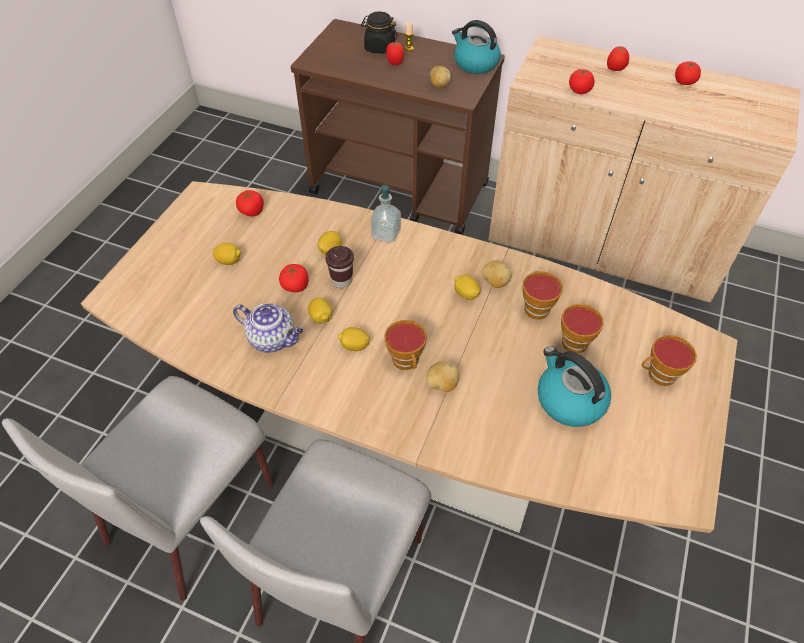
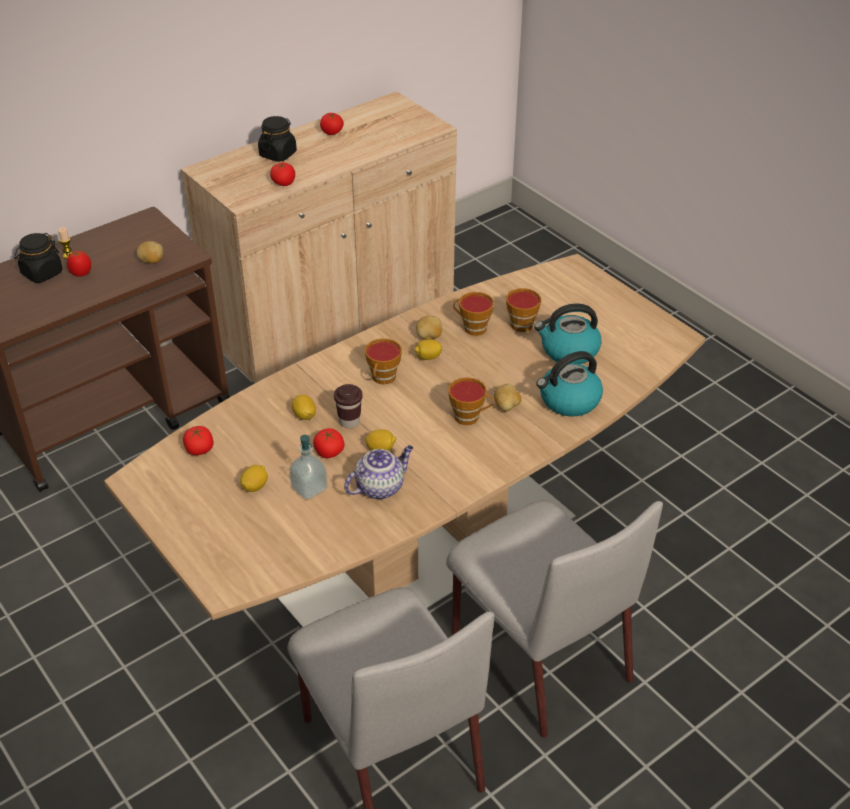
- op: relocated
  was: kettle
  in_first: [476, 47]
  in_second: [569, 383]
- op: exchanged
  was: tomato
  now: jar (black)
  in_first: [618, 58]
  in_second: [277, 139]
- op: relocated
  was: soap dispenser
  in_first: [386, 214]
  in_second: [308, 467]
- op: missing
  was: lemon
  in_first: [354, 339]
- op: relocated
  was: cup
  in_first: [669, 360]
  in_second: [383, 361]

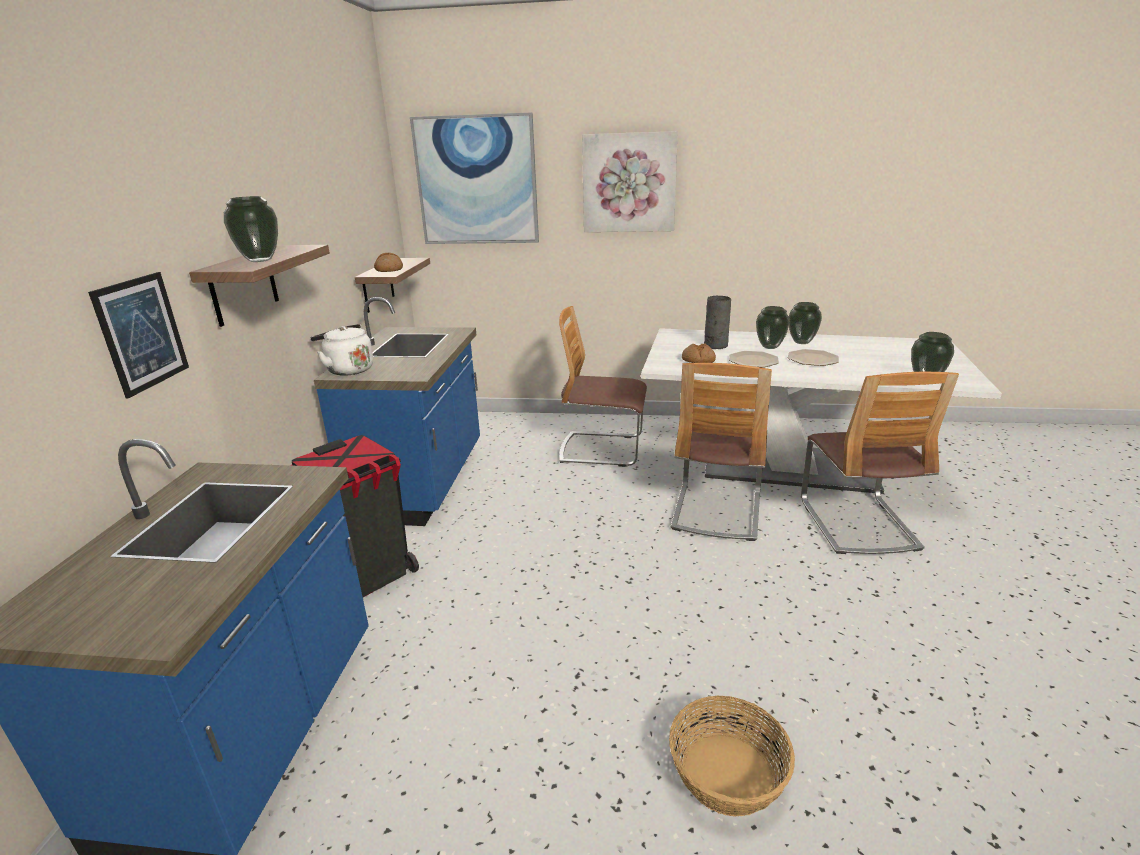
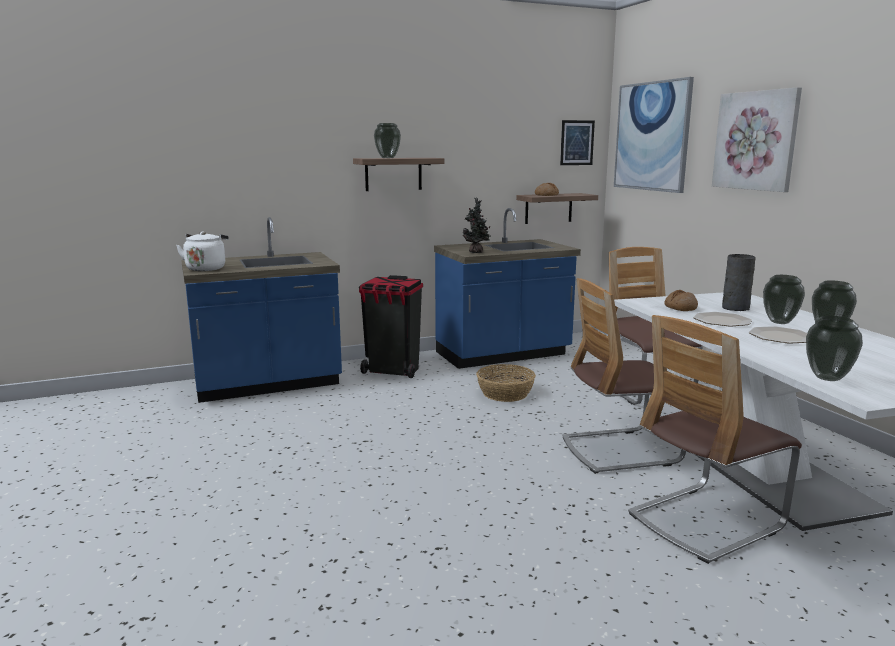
- op: relocated
  was: picture
  in_first: [138, 335]
  in_second: [577, 142]
- op: relocated
  was: kettle (white)
  in_first: [341, 350]
  in_second: [202, 251]
- op: relocated
  was: basket
  in_first: [732, 756]
  in_second: [506, 383]
- op: appeared
  now: potted plant
  in_second: [476, 225]

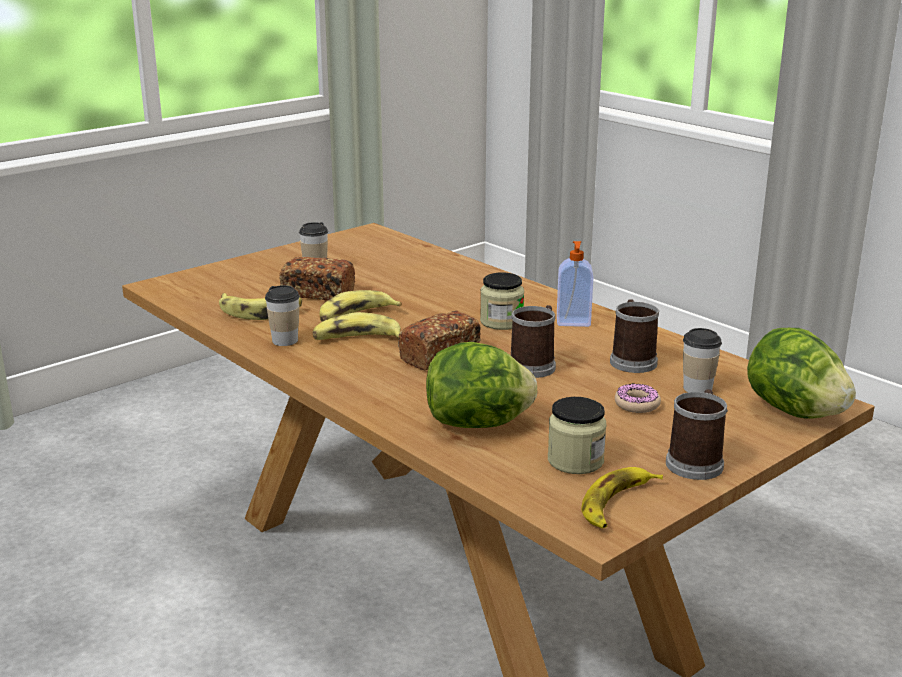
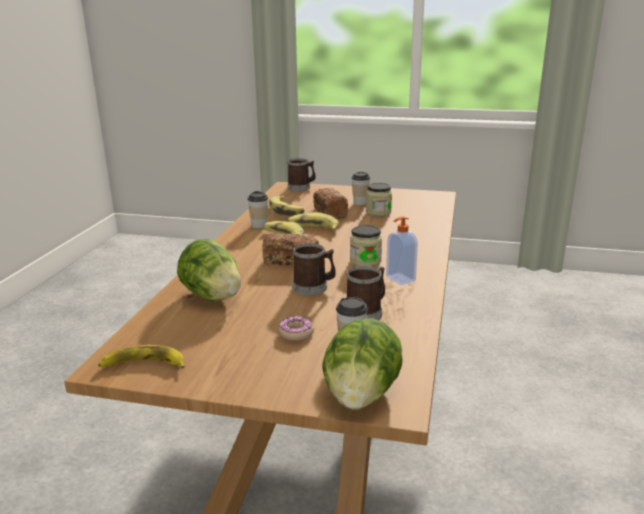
- op: relocated
  was: mug
  in_first: [697, 434]
  in_second: [301, 174]
- op: relocated
  was: jar
  in_first: [577, 435]
  in_second: [379, 199]

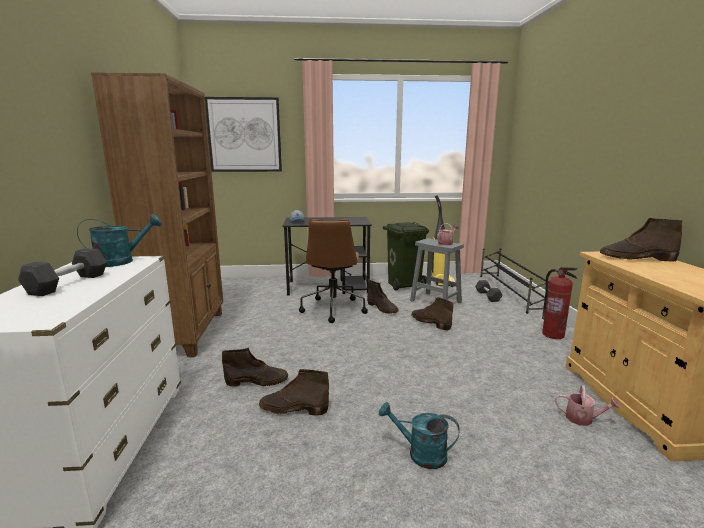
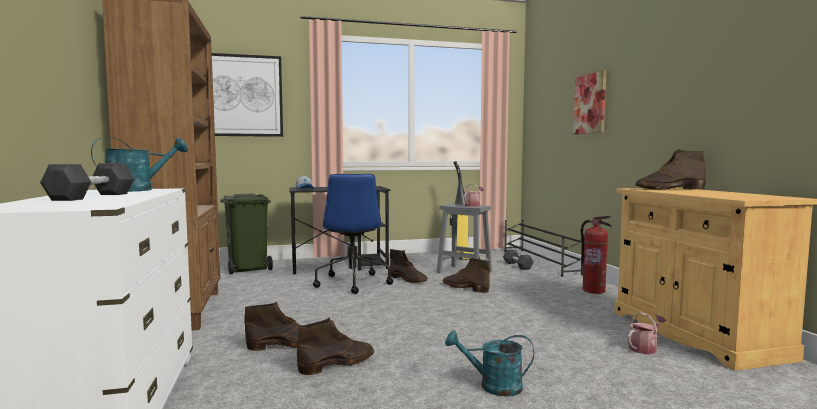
- op: colour
  was: office chair (brown)
  now: office chair (blue)
  in_first: [333, 271]
  in_second: [353, 234]
- op: relocated
  was: trash can (green)
  in_first: [406, 256]
  in_second: [246, 233]
- op: spun
  was: boot (brown)
  in_first: [294, 392]
  in_second: [335, 346]
  clockwise: 150
- op: spun
  was: watering can
  in_first: [587, 405]
  in_second: [647, 333]
  clockwise: -45
- op: appeared
  now: picture
  in_second: [589, 102]

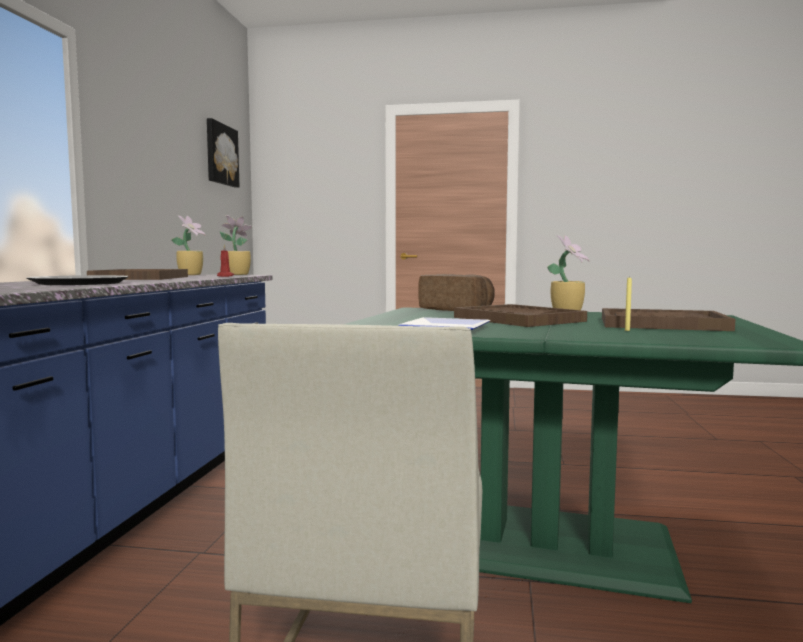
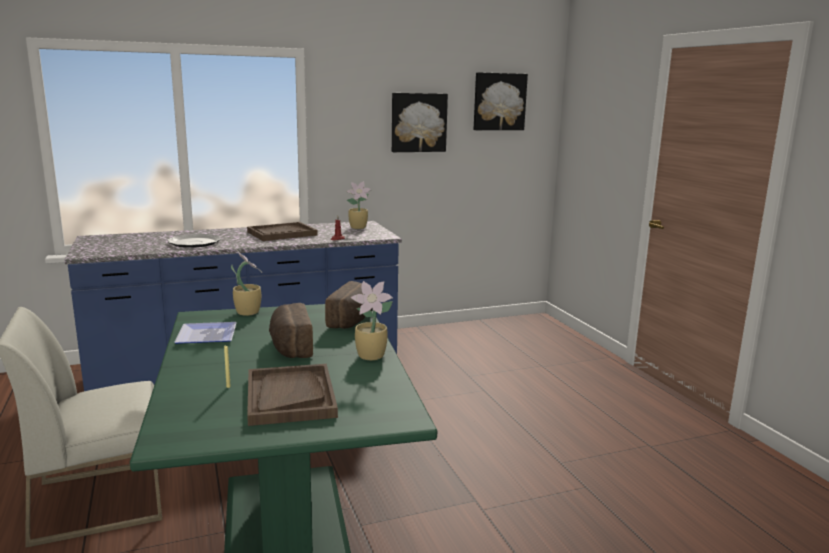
- op: relocated
  was: potted plant
  in_first: [236, 245]
  in_second: [246, 282]
- op: exchanged
  was: tray (brown)
  now: bread
  in_first: [520, 315]
  in_second: [291, 330]
- op: appeared
  now: picture
  in_second: [420, 122]

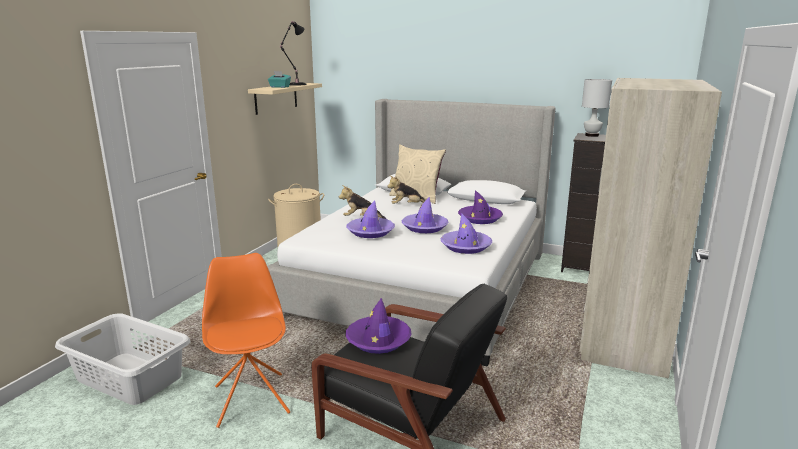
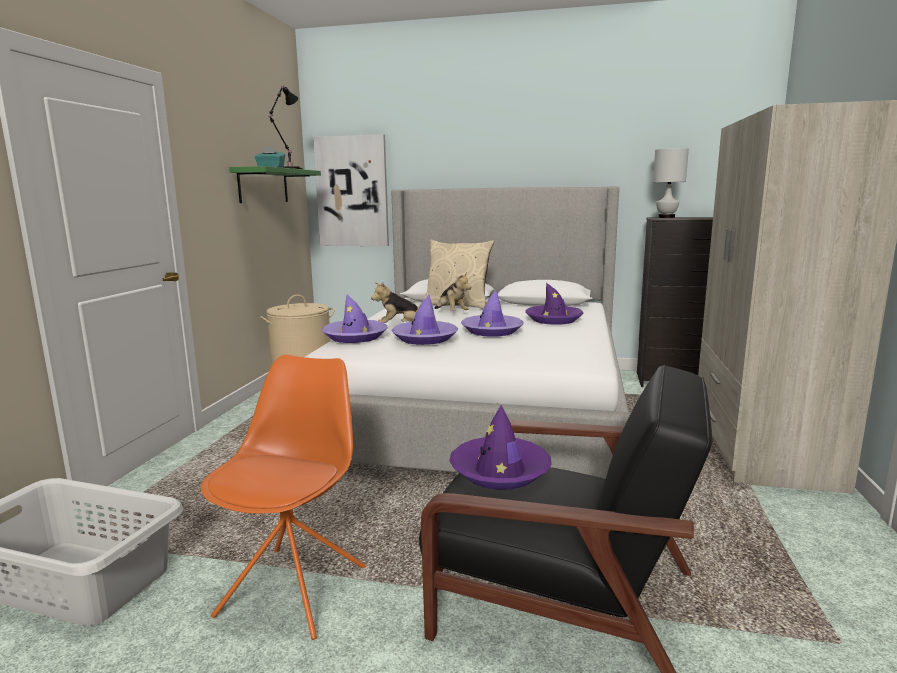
- op: colour
  was: shelf (beige)
  now: shelf (green)
  in_first: [285, 99]
  in_second: [275, 184]
- op: spun
  was: plush toy
  in_first: [406, 189]
  in_second: [452, 291]
  clockwise: -105
- op: relocated
  was: hat (purple)
  in_first: [466, 234]
  in_second: [355, 319]
- op: spun
  was: chair (orange)
  in_first: [246, 340]
  in_second: [283, 497]
  clockwise: 45
- op: appeared
  now: picture
  in_second: [351, 190]

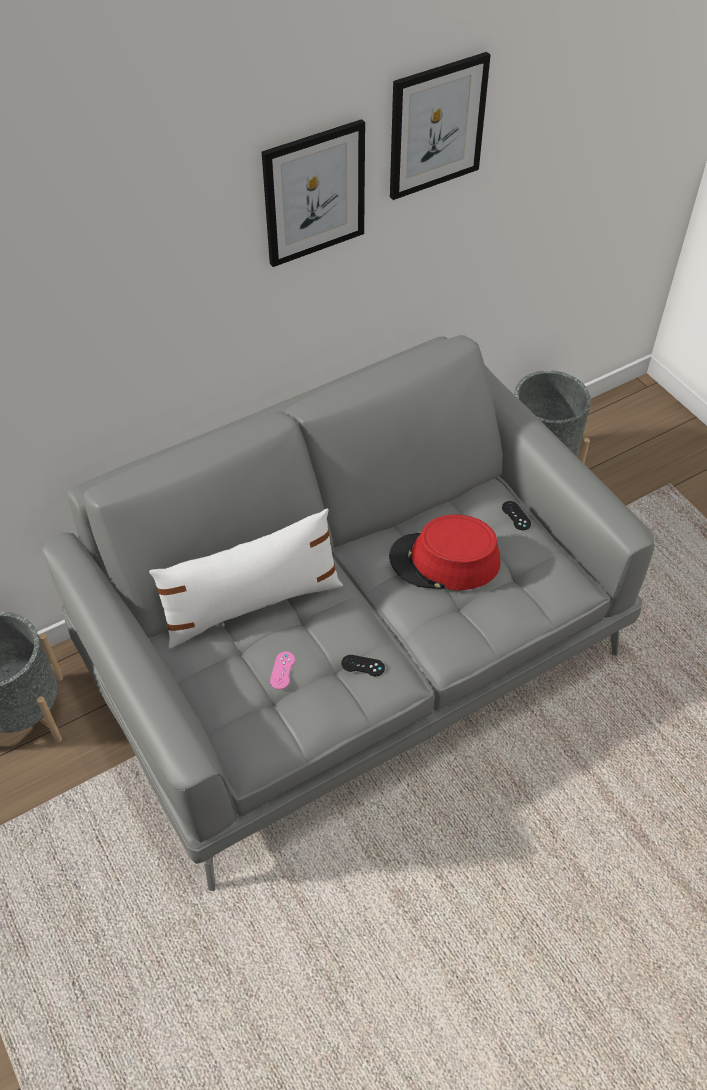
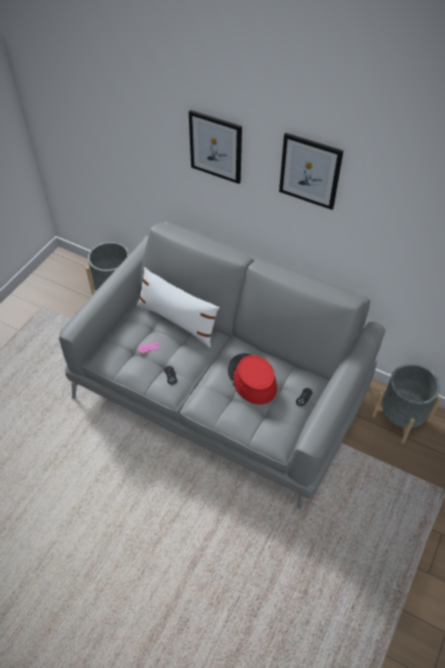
- op: relocated
  was: picture
  in_first: [440, 126]
  in_second: [215, 147]

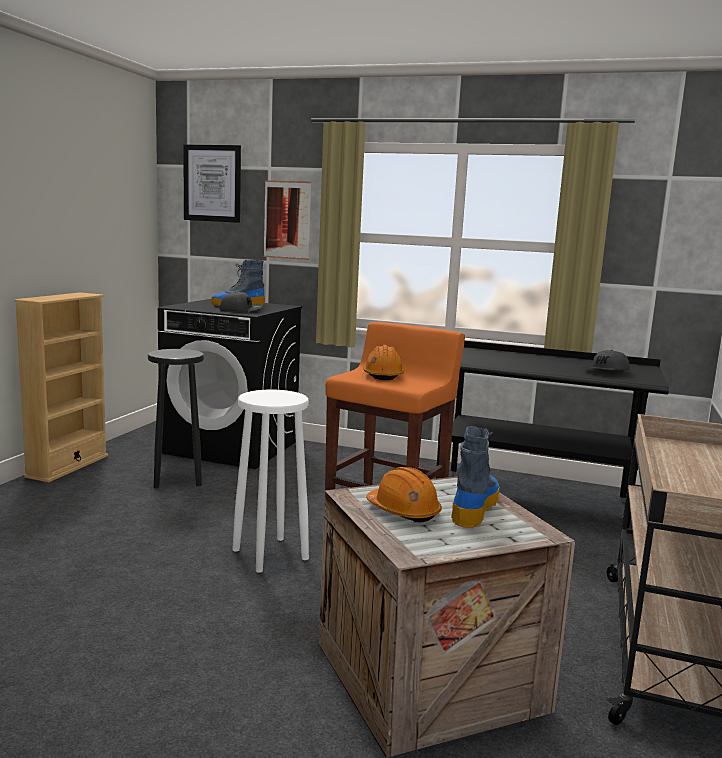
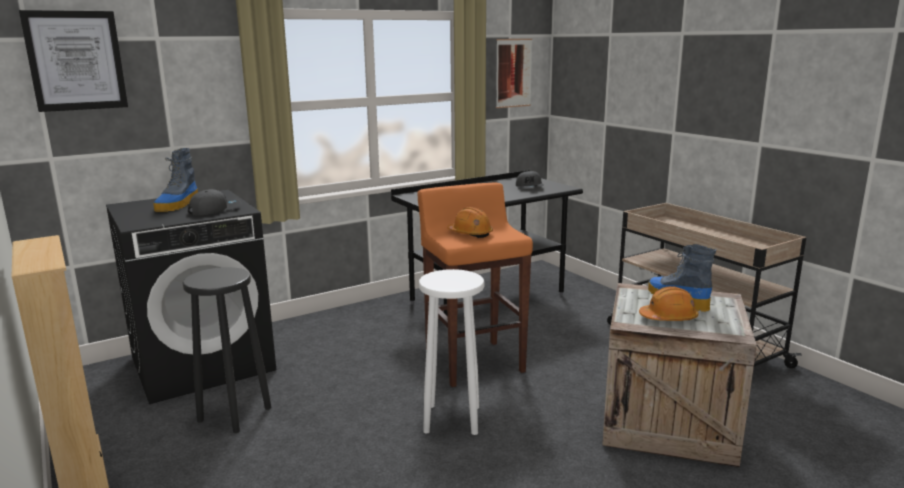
- op: relocated
  was: picture
  in_first: [287, 220]
  in_second: [514, 73]

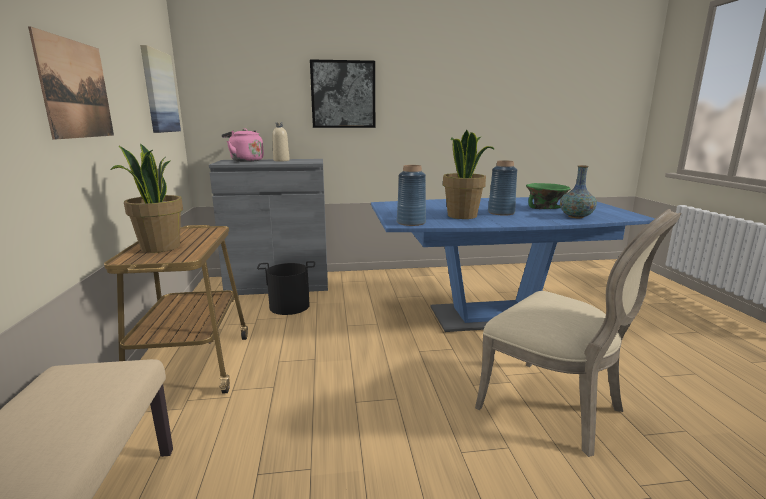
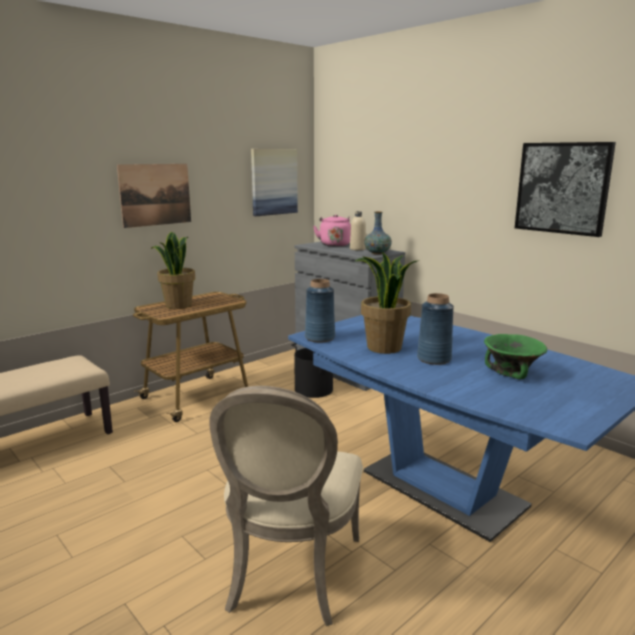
- op: relocated
  was: picture
  in_first: [342, 93]
  in_second: [565, 189]
- op: relocated
  was: vase
  in_first: [578, 191]
  in_second: [378, 233]

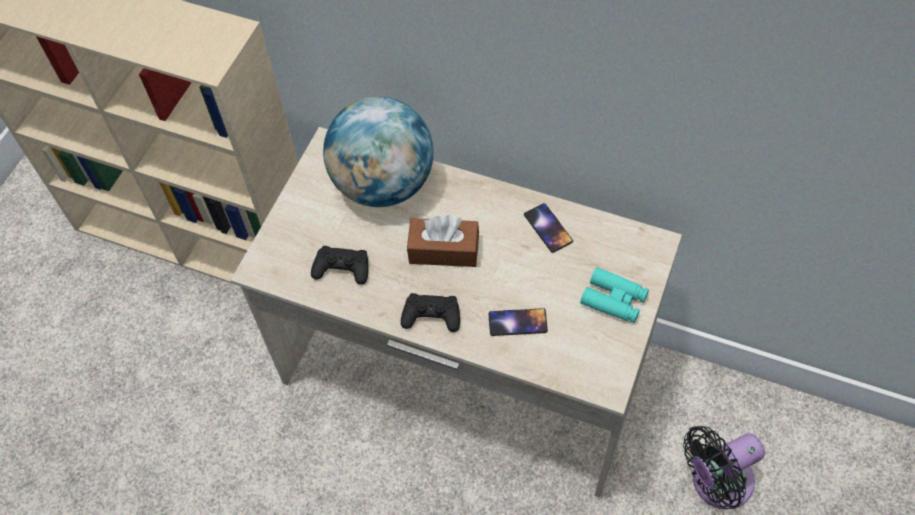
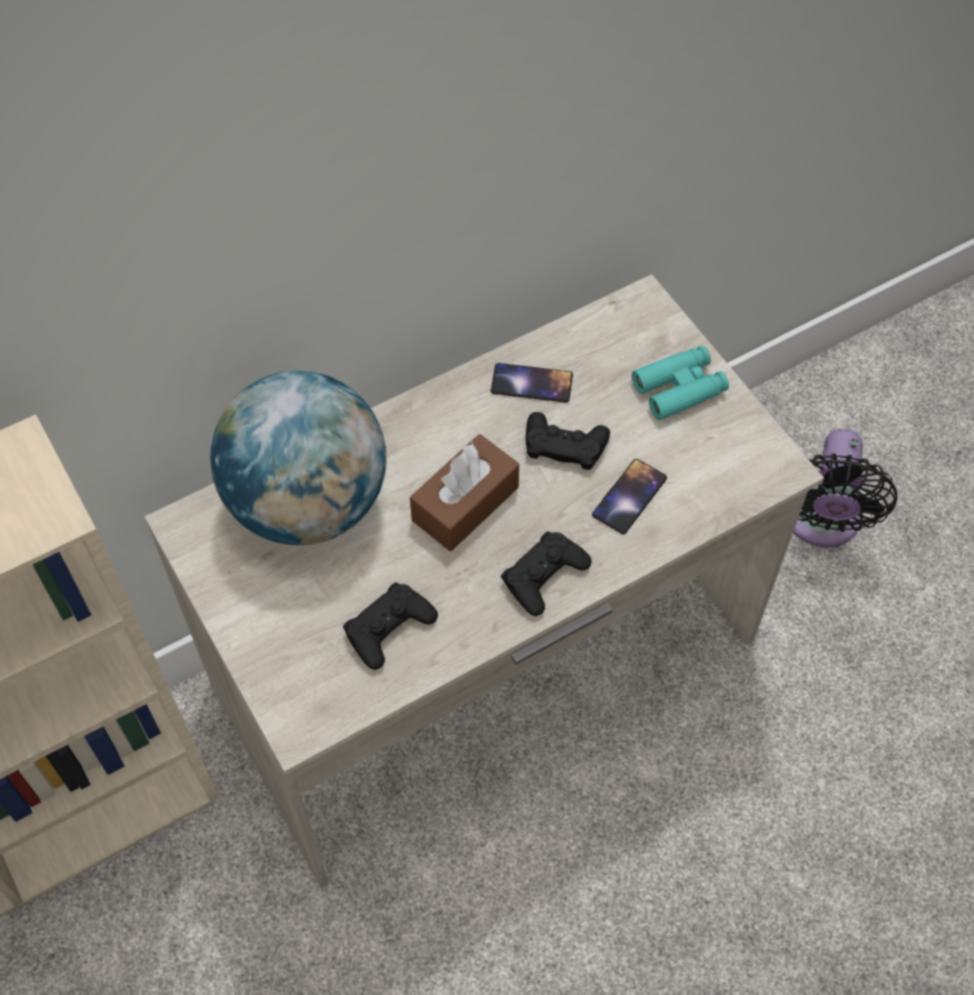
- op: appeared
  now: game controller (black)
  in_second: [568, 441]

